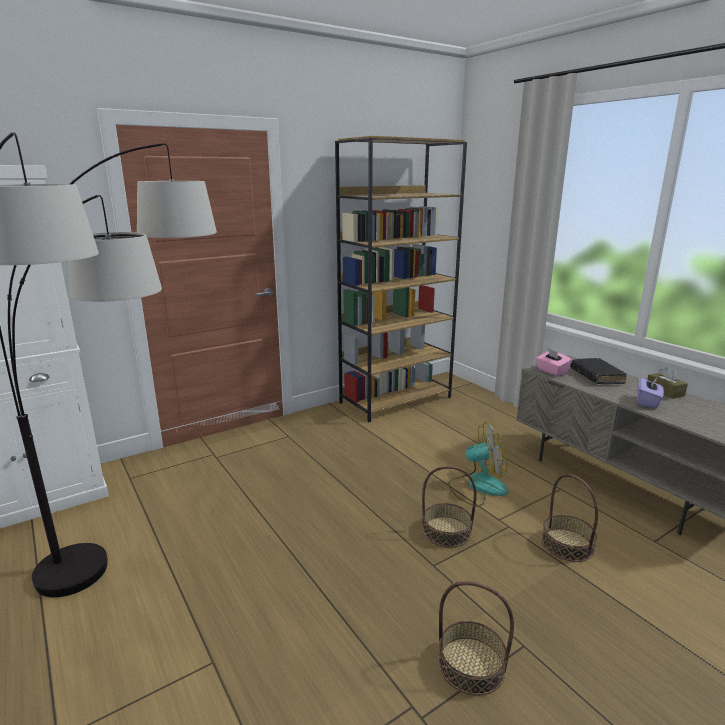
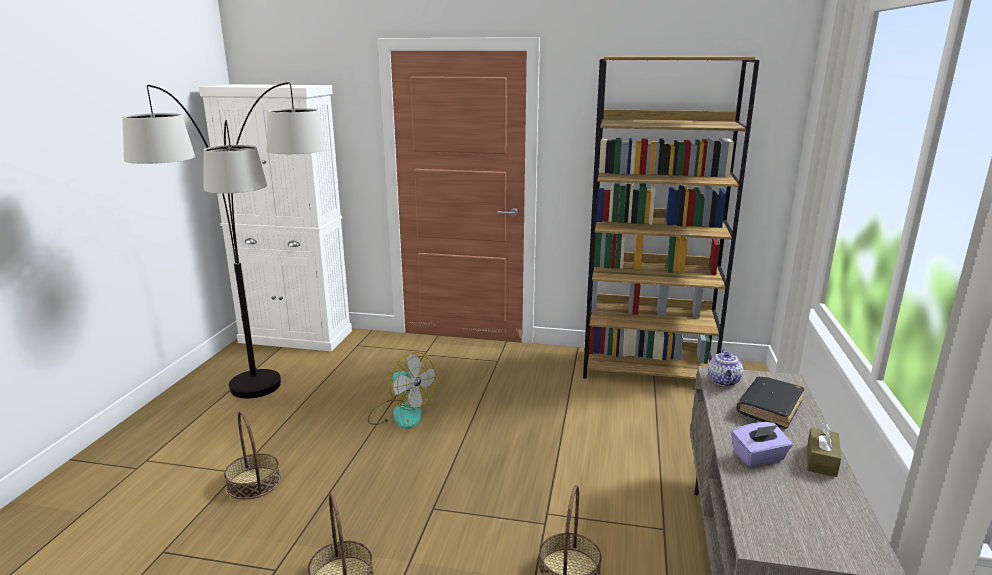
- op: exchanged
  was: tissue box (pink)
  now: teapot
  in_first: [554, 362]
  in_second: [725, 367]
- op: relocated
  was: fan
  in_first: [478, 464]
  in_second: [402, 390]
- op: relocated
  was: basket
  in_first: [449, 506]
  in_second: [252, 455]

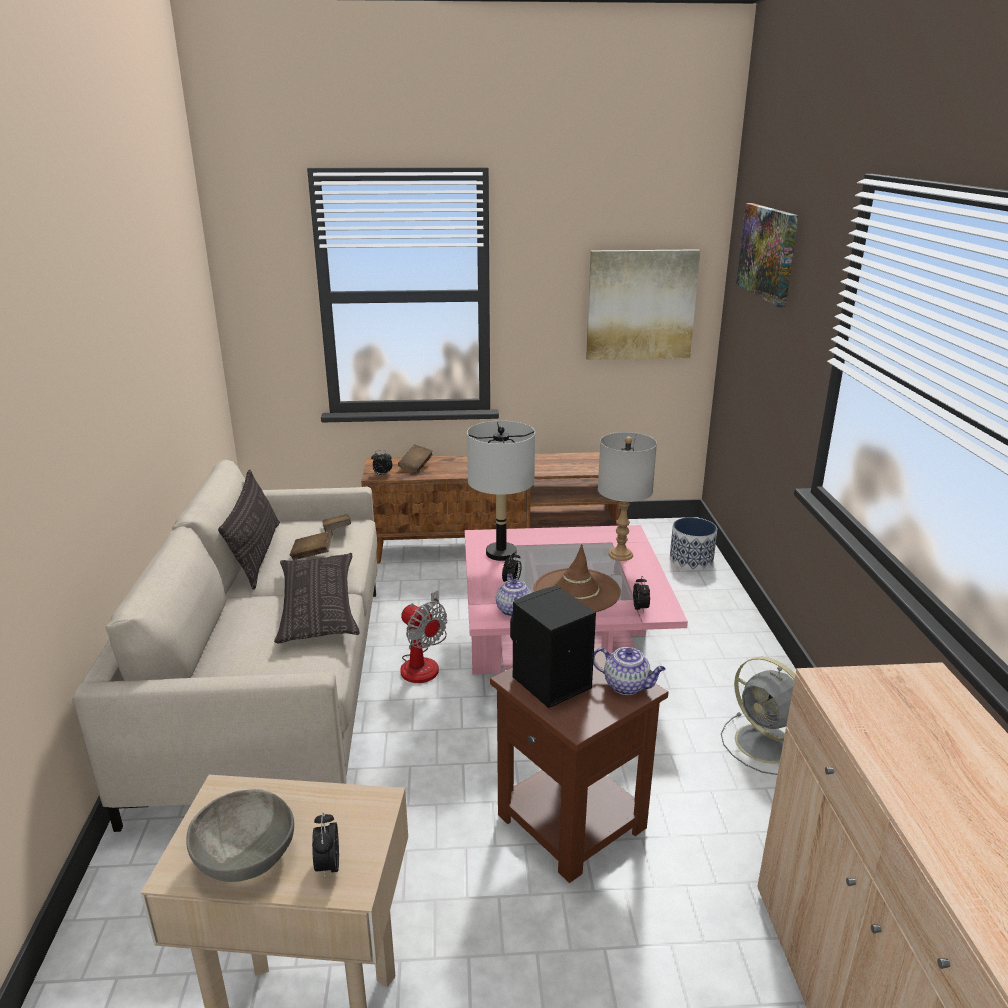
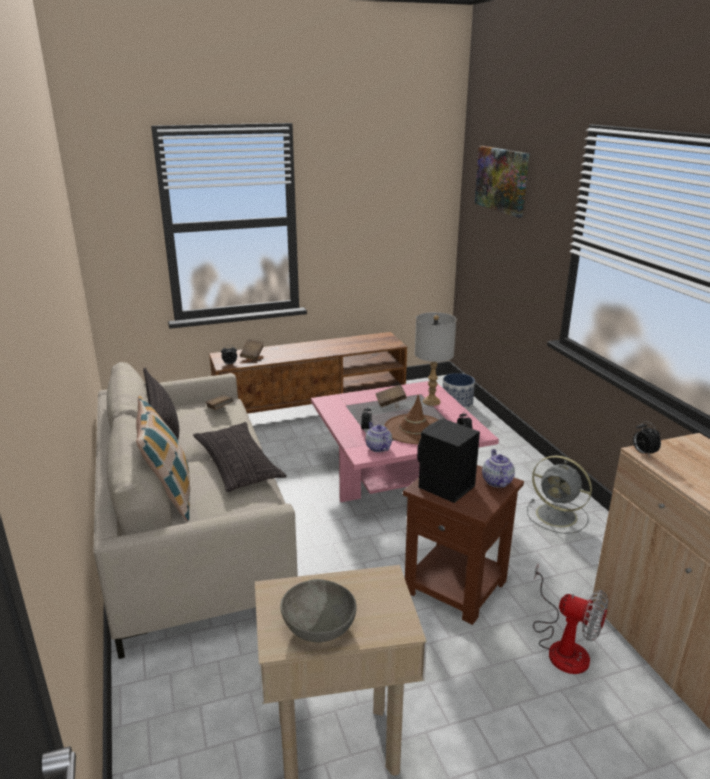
- op: missing
  was: picture
  in_first: [643, 304]
- op: missing
  was: table lamp (grey)
  in_first: [501, 491]
- op: relocated
  was: book (brown)
  in_first: [311, 545]
  in_second: [391, 395]
- op: relocated
  was: fan
  in_first: [423, 636]
  in_second: [570, 618]
- op: spun
  was: teapot
  in_first: [629, 671]
  in_second: [498, 468]
  clockwise: -105
- op: relocated
  was: alarm clock
  in_first: [325, 846]
  in_second: [647, 439]
- op: appeared
  now: pillow
  in_second: [163, 458]

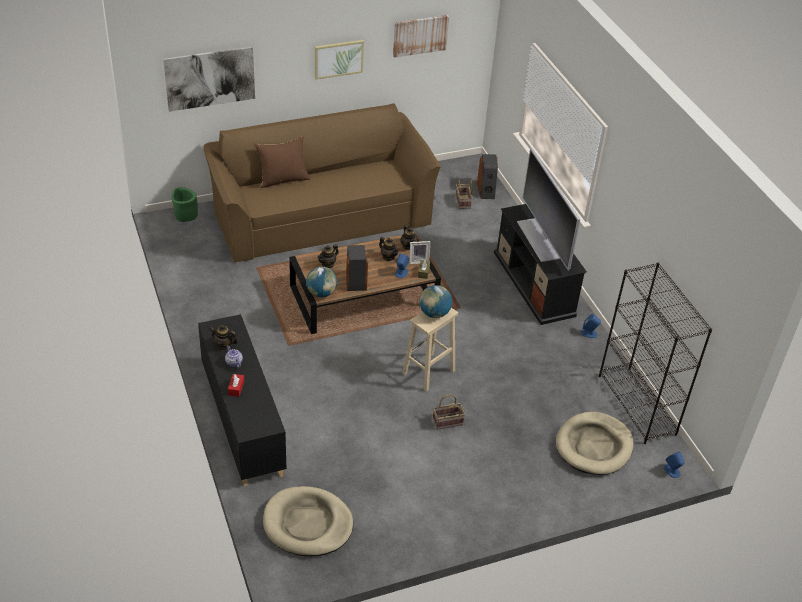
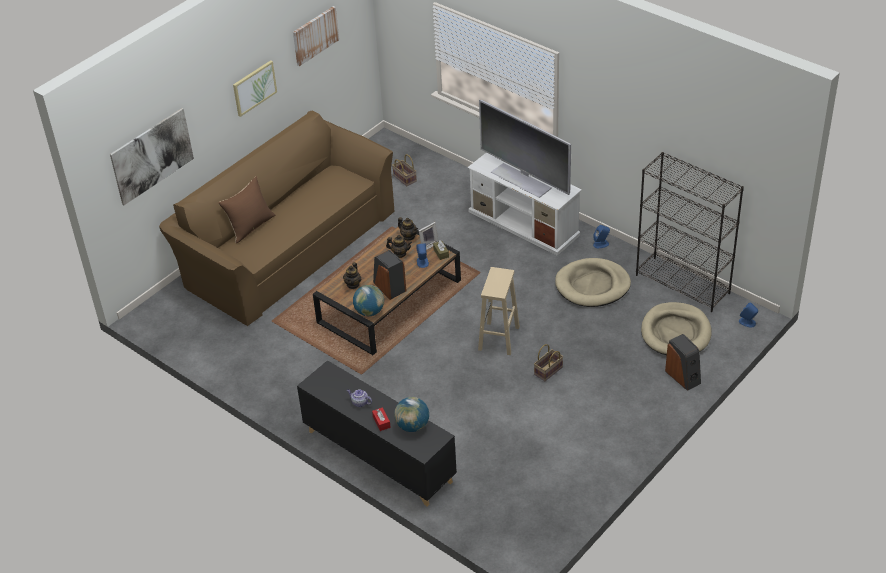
- op: relocated
  was: speaker
  in_first: [487, 176]
  in_second: [683, 362]
- op: missing
  was: planter (green)
  in_first: [184, 204]
- op: colour
  was: tv stand (black)
  now: tv stand (white)
  in_first: [540, 264]
  in_second: [524, 204]
- op: relocated
  was: globe
  in_first: [435, 301]
  in_second: [411, 414]
- op: missing
  was: teapot
  in_first: [223, 337]
- op: relocated
  was: dog bed (beige)
  in_first: [308, 521]
  in_second: [593, 282]

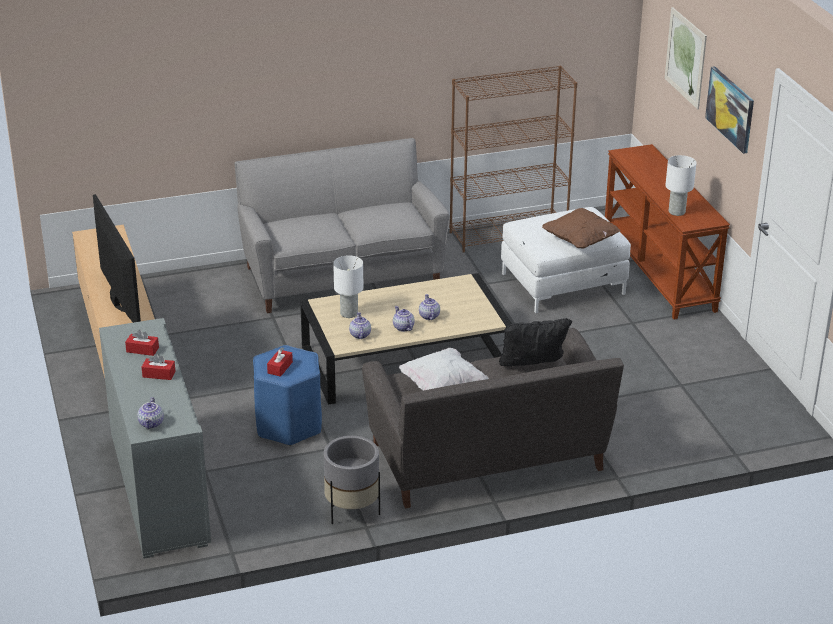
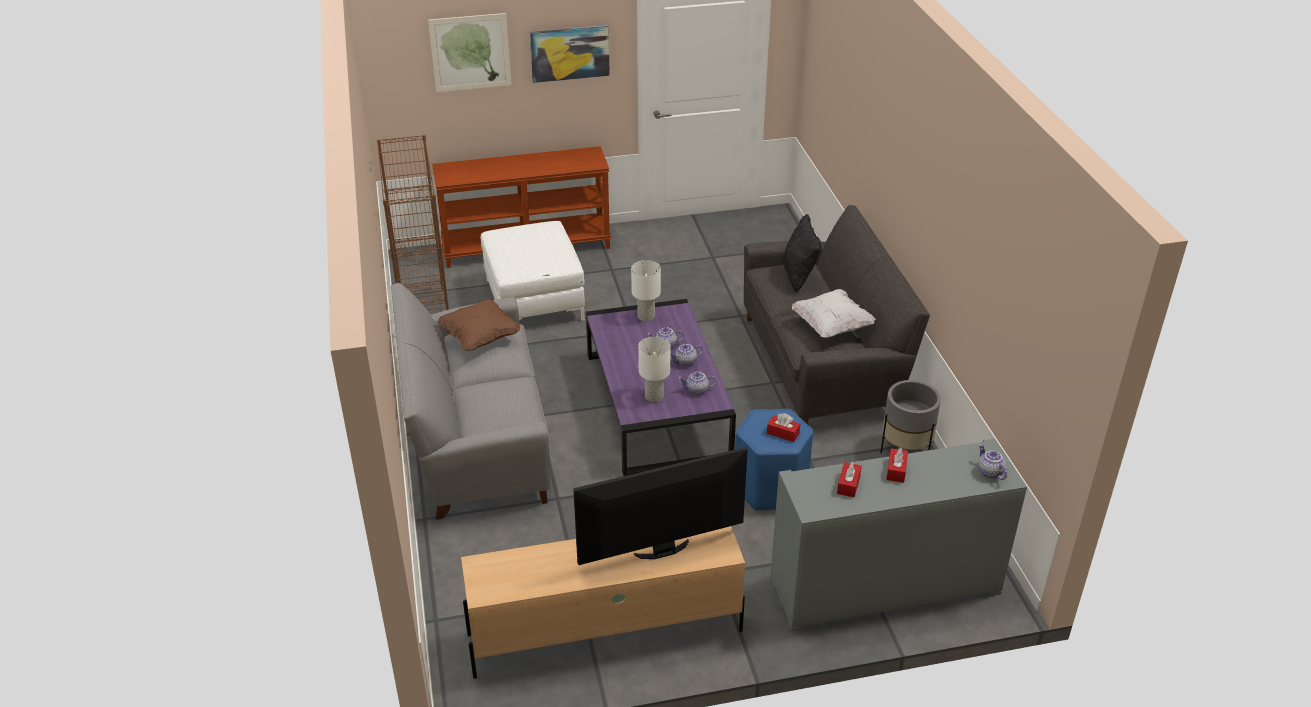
- op: relocated
  was: table lamp (white)
  in_first: [680, 185]
  in_second: [646, 291]
- op: relocated
  was: pillow (brown)
  in_first: [581, 228]
  in_second: [478, 325]
- op: colour
  was: coffee table (beige)
  now: coffee table (purple)
  in_first: [406, 339]
  in_second: [661, 387]
- op: spun
  was: teapot
  in_first: [151, 413]
  in_second: [992, 462]
  clockwise: -120

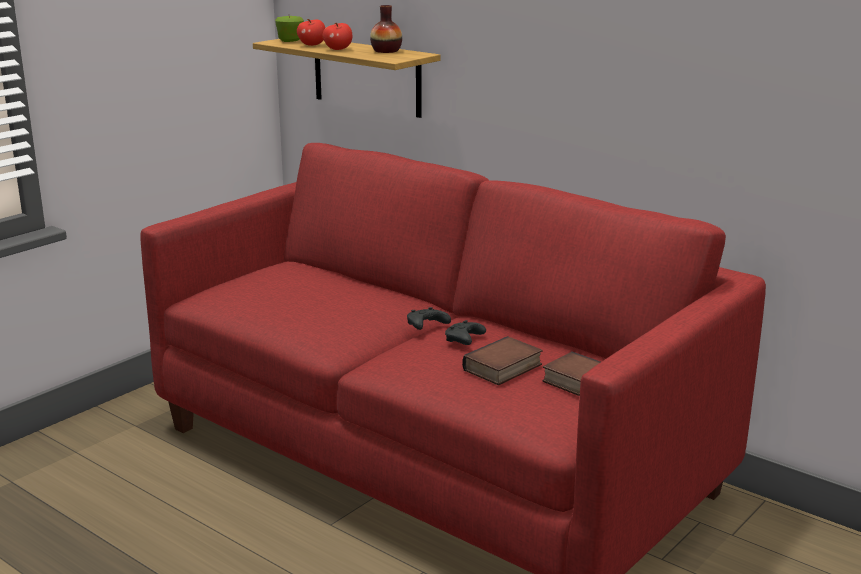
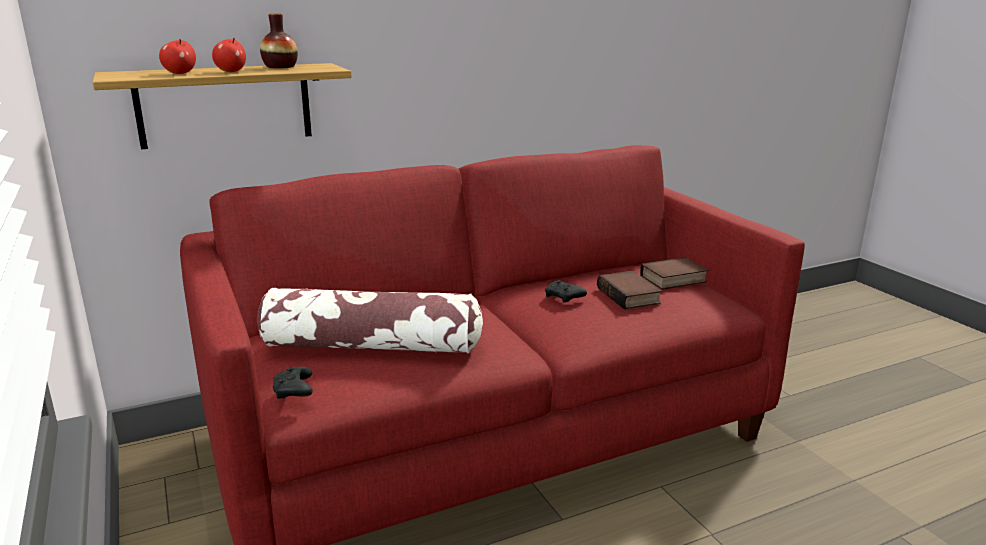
- op: missing
  was: apple
  in_first: [289, 29]
- op: relocated
  was: game controller (black)
  in_first: [429, 318]
  in_second: [293, 383]
- op: appeared
  now: pillow
  in_second: [370, 320]

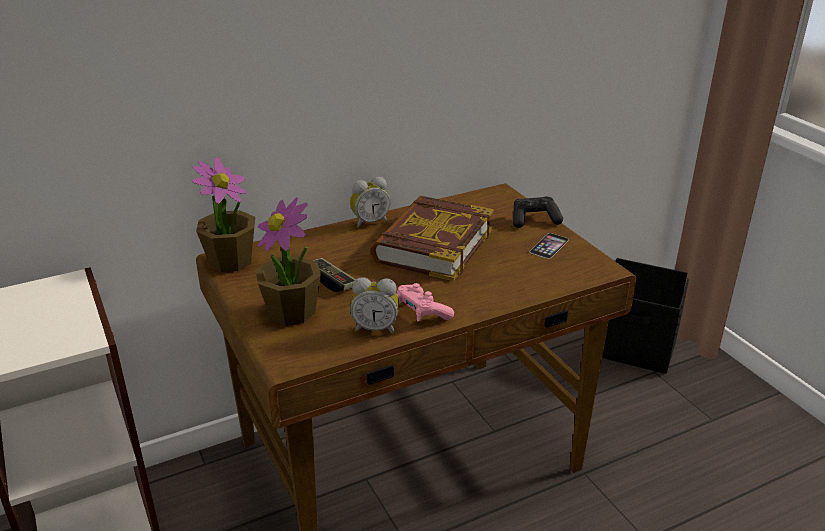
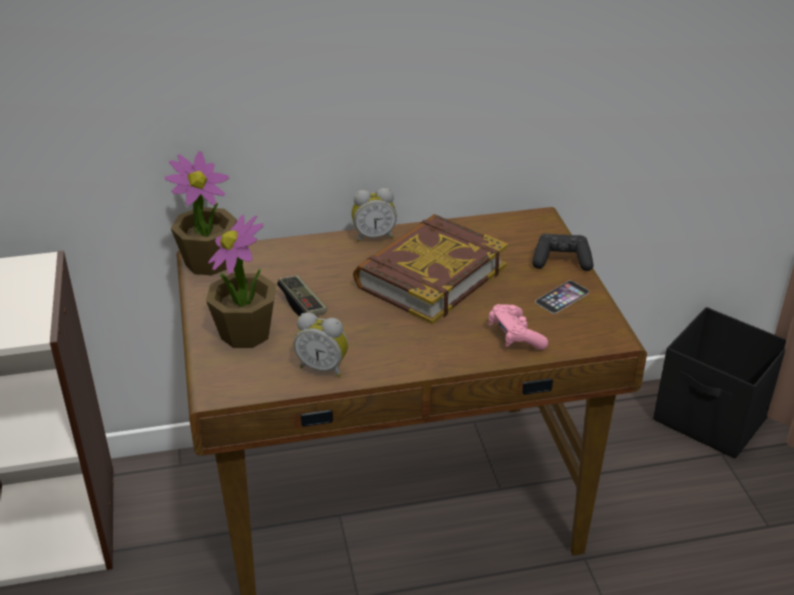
- op: relocated
  was: game controller (pink)
  in_first: [425, 302]
  in_second: [518, 327]

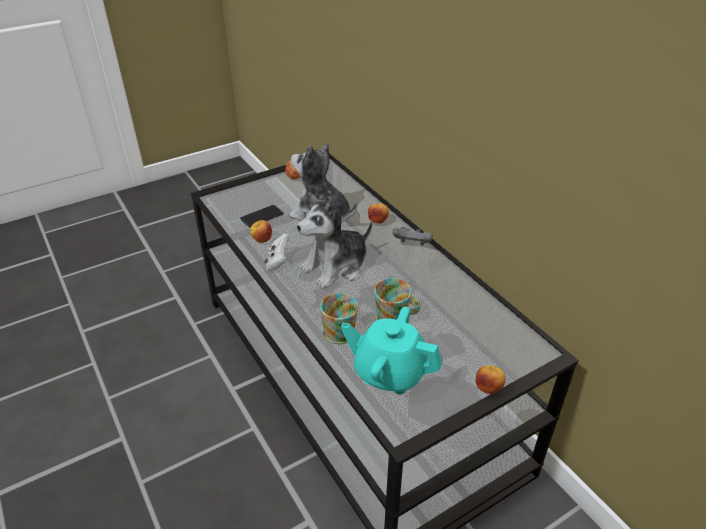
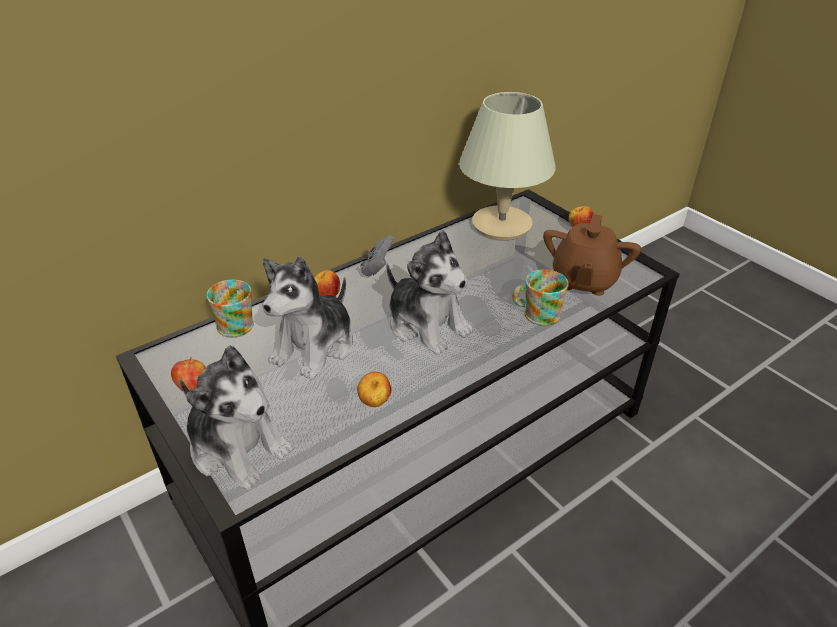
- op: missing
  was: phone
  in_first: [261, 216]
- op: missing
  was: game controller (white)
  in_first: [277, 252]
- op: relocated
  was: mug
  in_first: [397, 299]
  in_second: [230, 308]
- op: colour
  was: teapot (turquoise)
  now: teapot (brown)
  in_first: [391, 350]
  in_second: [592, 255]
- op: appeared
  now: table lamp (beige)
  in_second: [507, 166]
- op: appeared
  now: plush toy
  in_second: [236, 417]

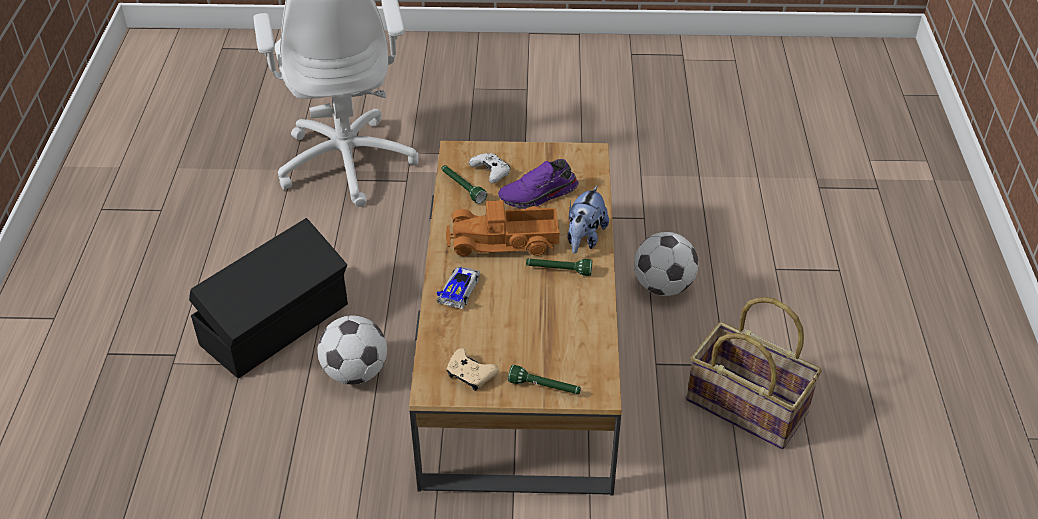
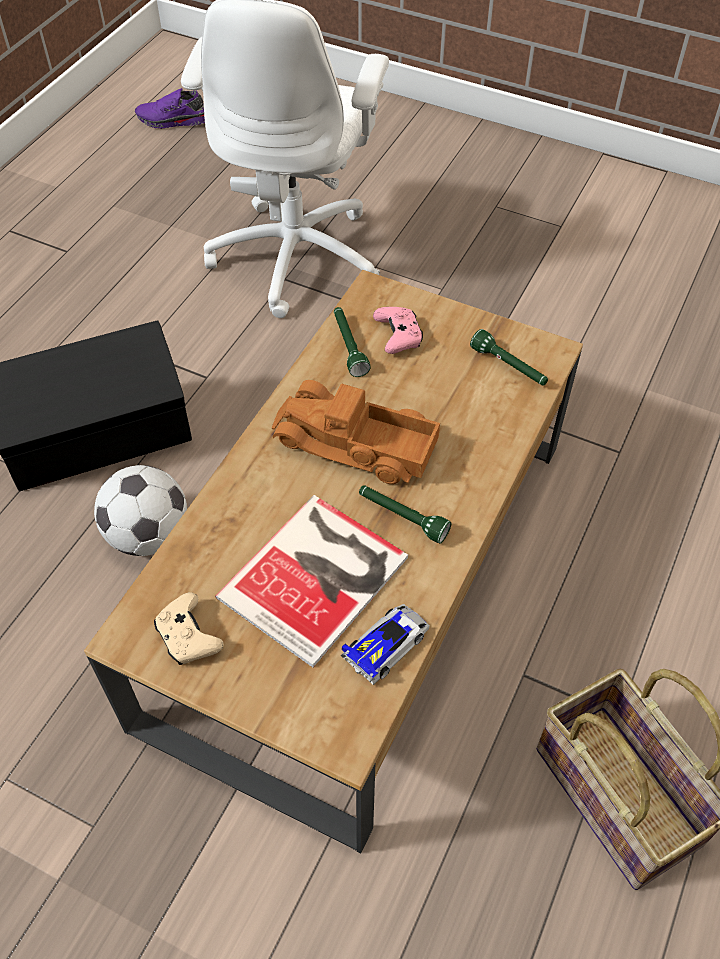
- op: colour
  was: game controller (white)
  now: game controller (pink)
  in_first: [489, 168]
  in_second: [398, 330]
- op: relocated
  was: shoe (purple)
  in_first: [538, 184]
  in_second: [170, 108]
- op: missing
  was: plush toy
  in_first: [588, 219]
- op: missing
  was: football
  in_first: [666, 264]
- op: relocated
  was: toy car
  in_first: [458, 287]
  in_second: [385, 644]
- op: relocated
  was: flashlight (green)
  in_first: [544, 379]
  in_second: [509, 357]
- op: appeared
  now: book
  in_second: [311, 581]

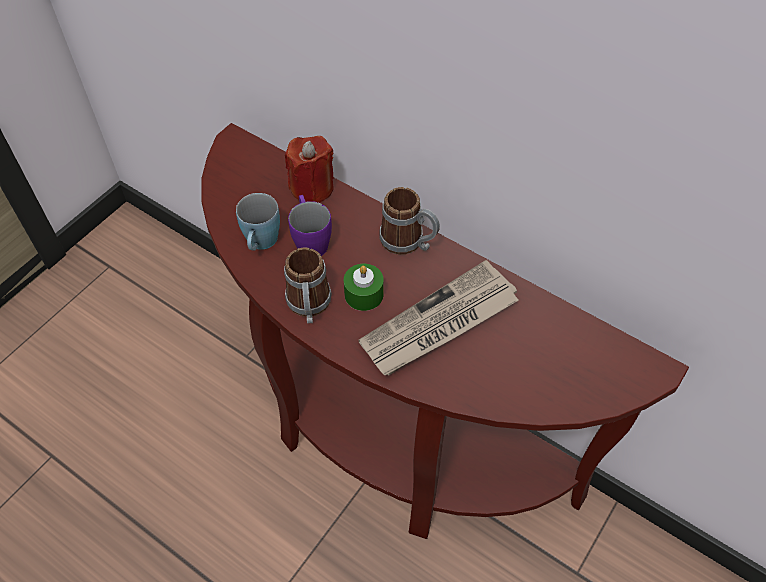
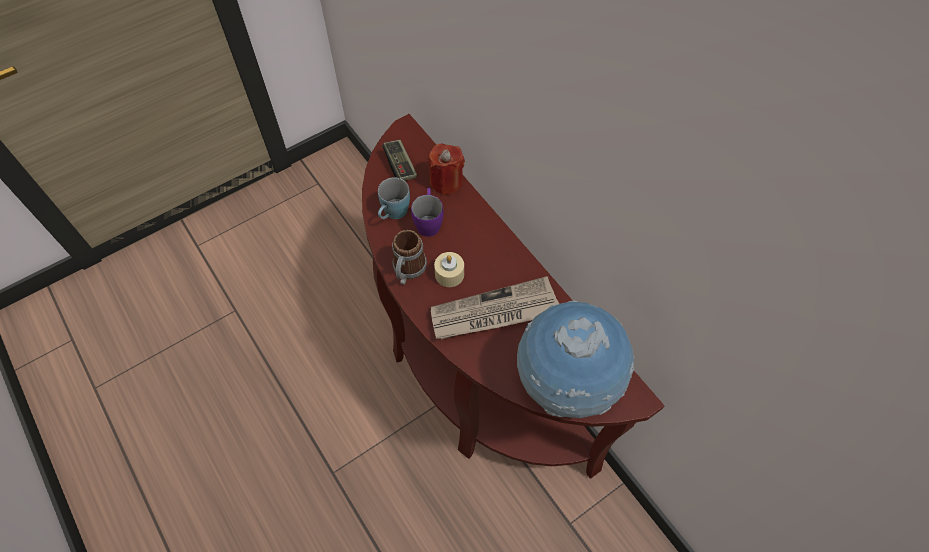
- op: missing
  was: mug
  in_first: [409, 221]
- op: colour
  was: candle (green)
  now: candle (beige)
  in_first: [363, 287]
  in_second: [449, 269]
- op: appeared
  now: game controller
  in_second: [399, 160]
- op: appeared
  now: globe
  in_second: [575, 359]

